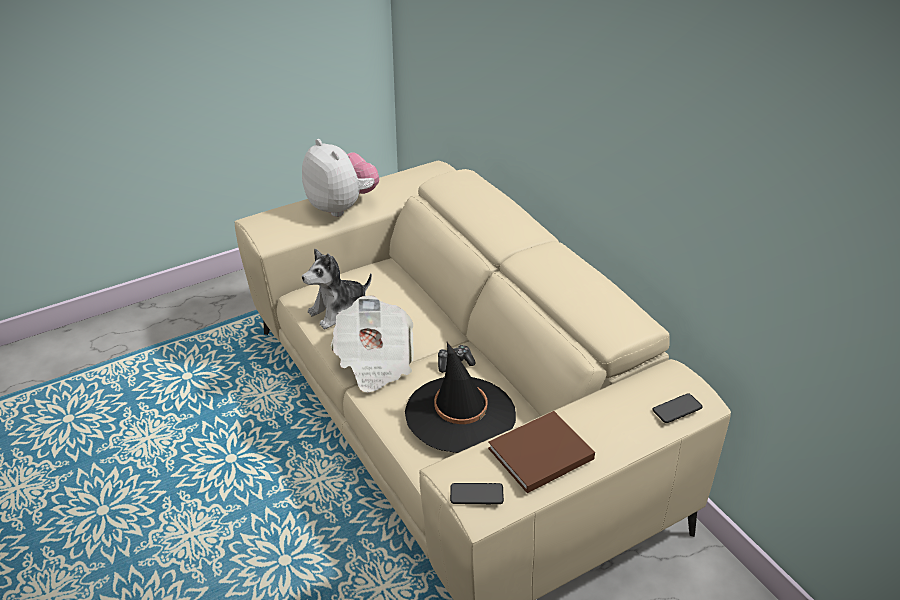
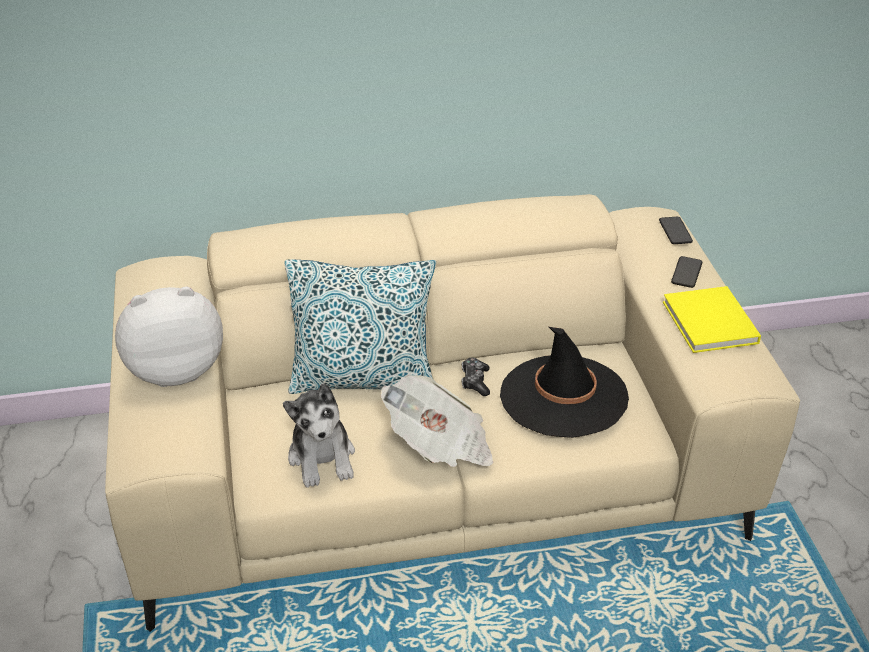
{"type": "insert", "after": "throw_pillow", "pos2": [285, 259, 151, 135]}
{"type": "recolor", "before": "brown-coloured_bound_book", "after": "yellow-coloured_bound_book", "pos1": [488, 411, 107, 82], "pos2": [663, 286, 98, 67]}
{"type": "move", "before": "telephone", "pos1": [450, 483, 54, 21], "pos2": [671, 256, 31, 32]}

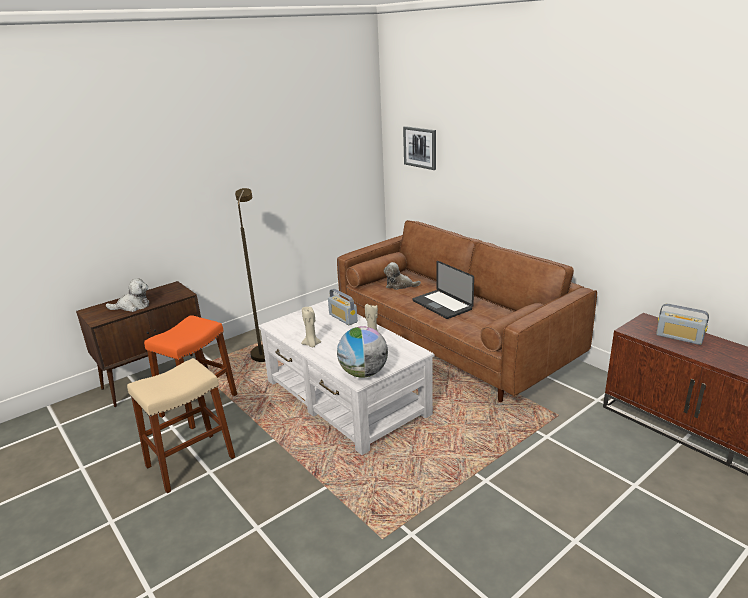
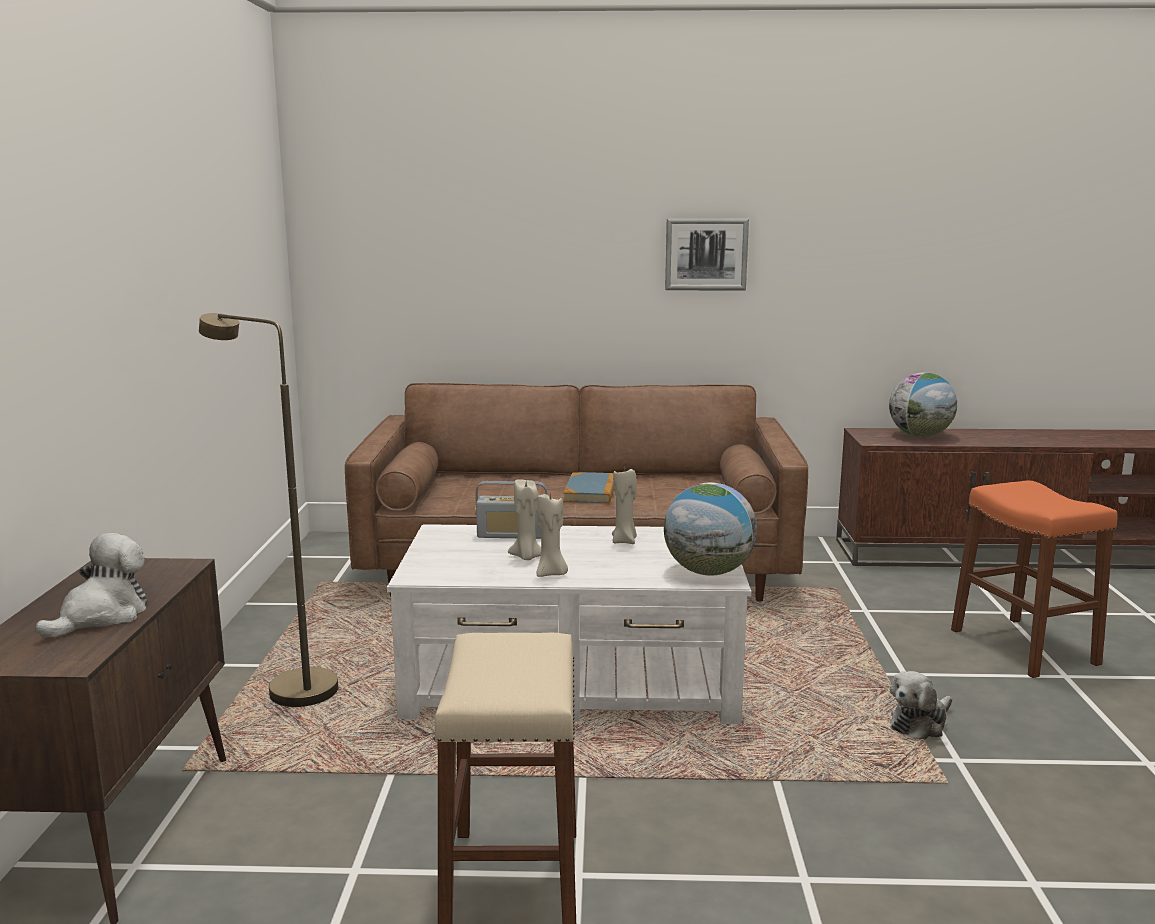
{"type": "insert", "after": "beige-coloured_wax_light", "pos2": [508, 479, 33, 81]}
{"type": "replace", "before": "portable_computer", "after": "bound_book", "pos1": [412, 261, 62, 58], "pos2": [563, 472, 51, 32]}
{"type": "move", "before": "wall_art", "pos1": [403, 126, 33, 44], "pos2": [665, 219, 84, 71]}
{"type": "replace", "before": "radio_set", "after": "world_globe", "pos1": [656, 304, 53, 41], "pos2": [889, 372, 68, 65]}
{"type": "move", "before": "cuddly_toy", "pos1": [384, 262, 37, 28], "pos2": [890, 671, 62, 69]}
{"type": "move", "before": "orange_stool", "pos1": [144, 315, 93, 114], "pos2": [951, 481, 167, 197]}

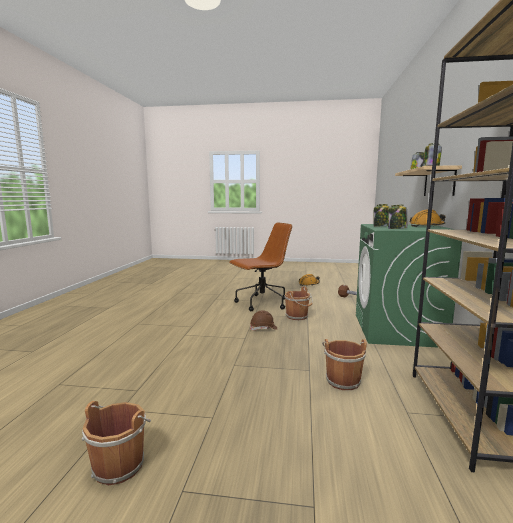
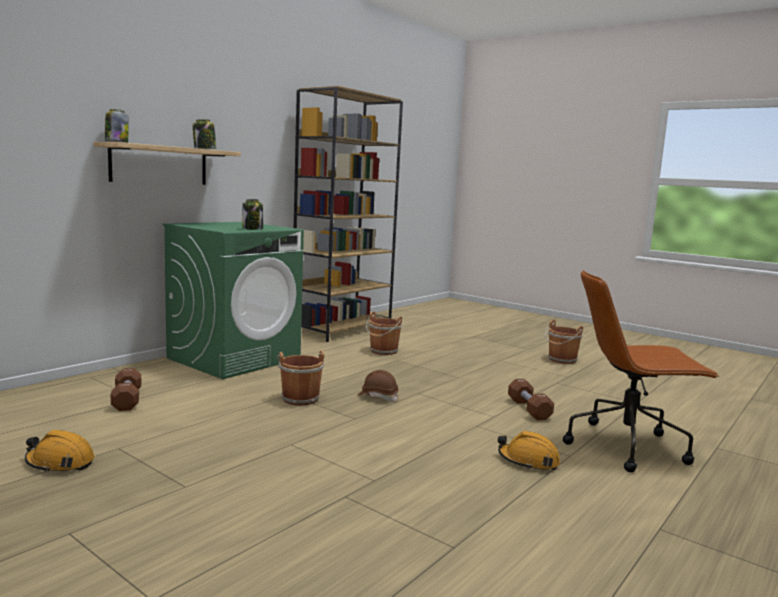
{"type": "move", "before": "orange_work_helmet", "pos1": [410, 210, 36, 17], "pos2": [498, 431, 62, 39]}
{"type": "insert", "after": "brown-coloured_dumbbell", "pos2": [508, 379, 46, 41]}
{"type": "move", "before": "brown-coloured_office_chair", "pos1": [229, 223, 63, 88], "pos2": [563, 270, 157, 202]}
{"type": "delete", "before": "storage_jar", "pos1": [388, 205, 19, 24]}

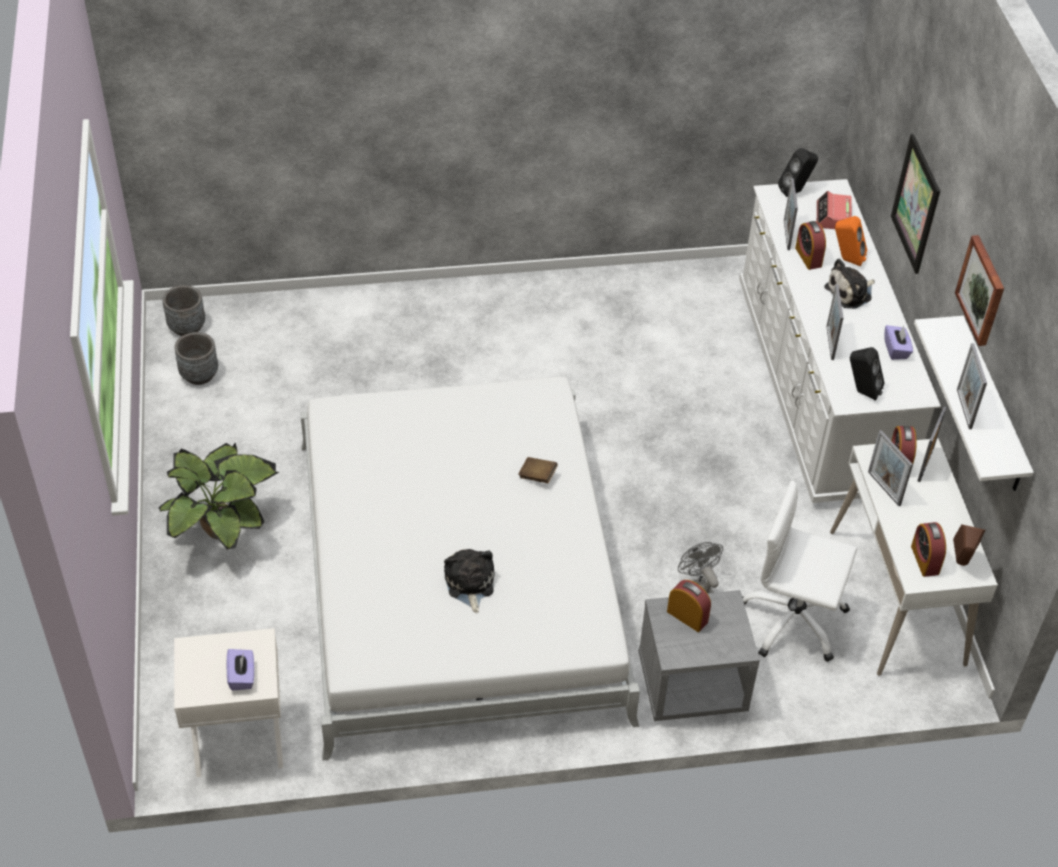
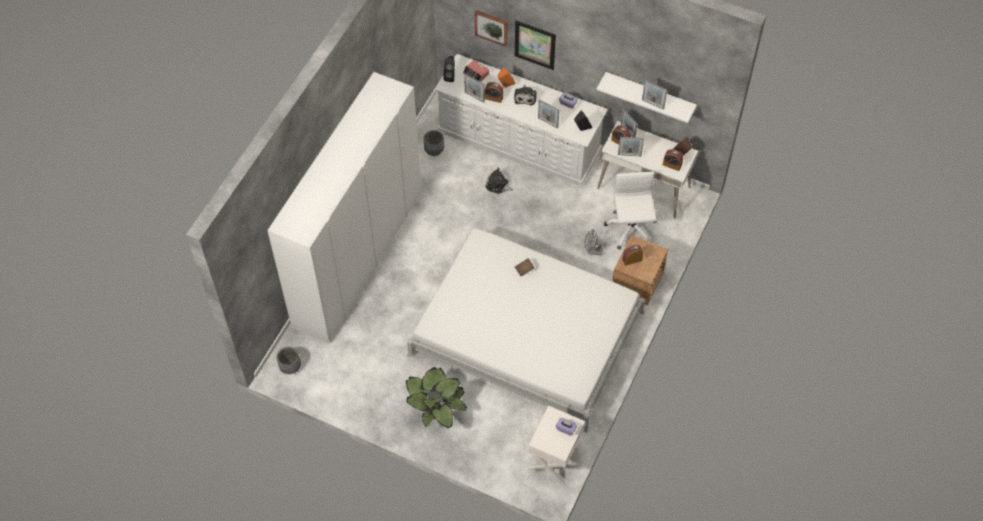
{"type": "insert", "after": "white-coloured_clothes_cupboard", "pos2": [267, 72, 155, 271]}
{"type": "move", "before": "gray_flower_pot", "pos1": [174, 332, 44, 53], "pos2": [424, 130, 20, 26]}
{"type": "move", "before": "wall_art", "pos1": [955, 235, 49, 111], "pos2": [475, 10, 33, 37]}
{"type": "move", "before": "cuddly_toy", "pos1": [444, 549, 50, 64], "pos2": [485, 167, 28, 27]}
{"type": "rotate", "before": "white-coloured_office_chair", "pos1": [742, 481, 115, 181], "pos2": [604, 171, 52, 79], "turn": 120}
{"type": "recolor", "before": "gray_nightstand", "after": "brown-coloured_nightstand", "pos1": [639, 590, 121, 131], "pos2": [612, 235, 56, 70]}

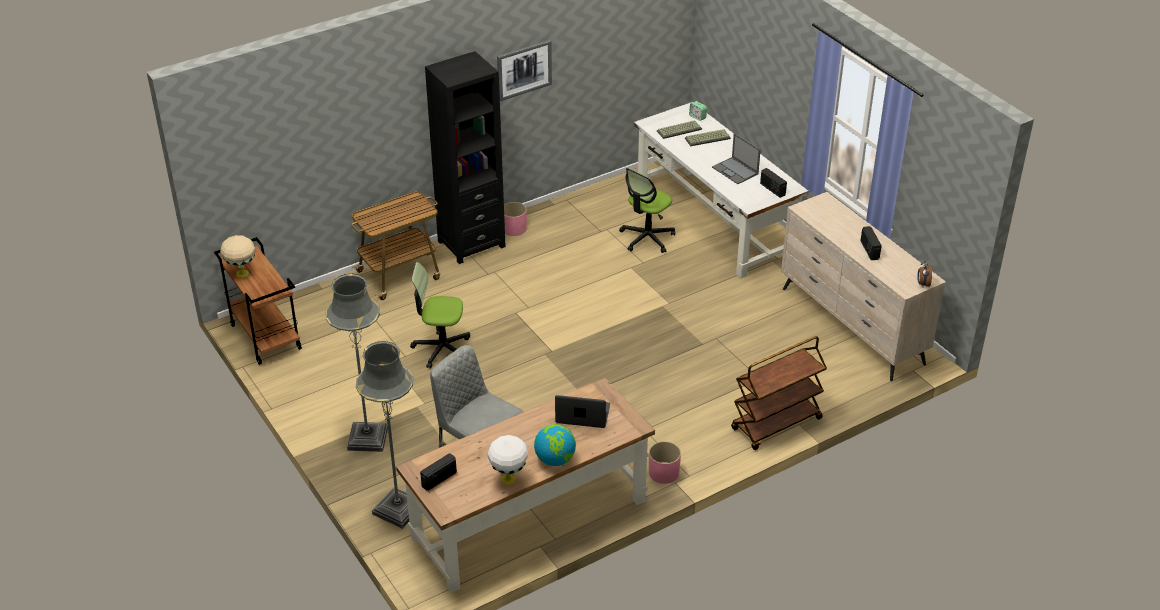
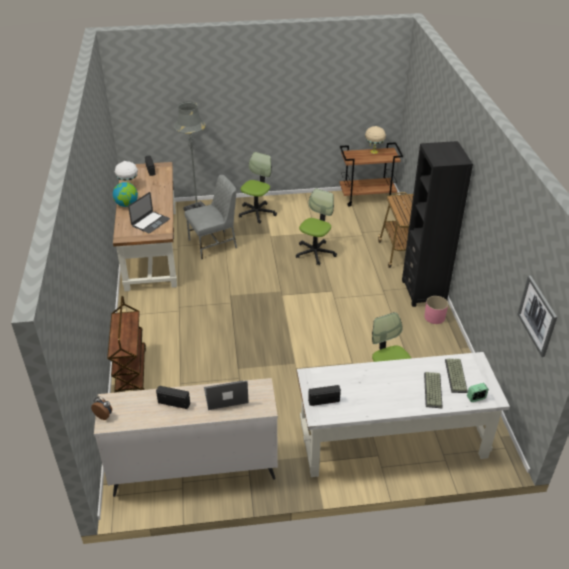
{"type": "move", "before": "portable_computer", "pos1": [712, 133, 49, 51], "pos2": [204, 381, 45, 29]}
{"type": "replace", "before": "gray_floor_lamp", "after": "office_chair", "pos1": [326, 274, 62, 178], "pos2": [239, 152, 38, 71]}
{"type": "move", "before": "wall_art", "pos1": [497, 40, 55, 61], "pos2": [517, 275, 40, 82]}
{"type": "delete", "before": "pink-coloured_flower_pot", "pos1": [649, 441, 32, 43]}

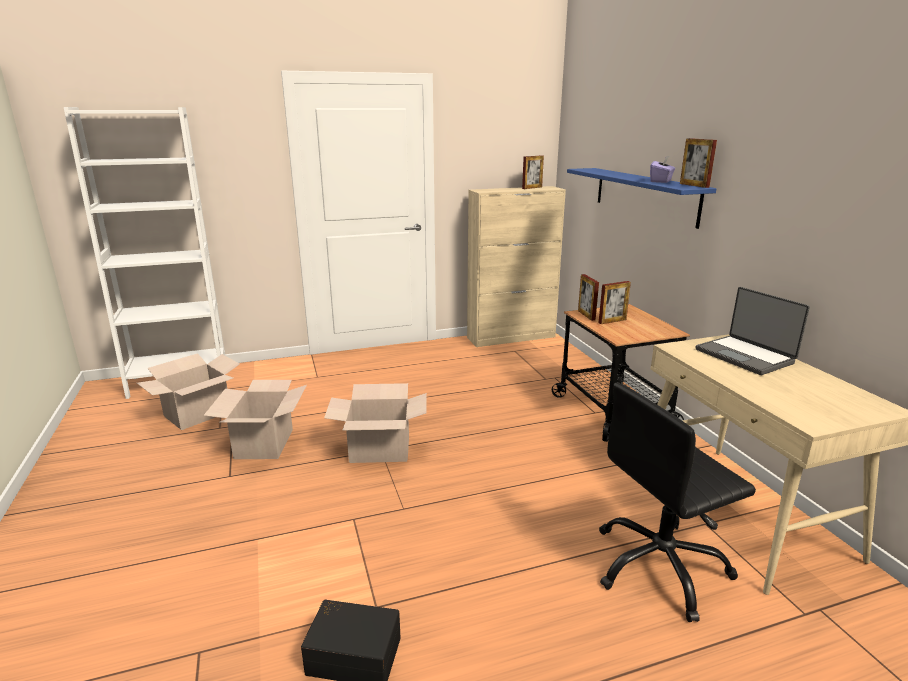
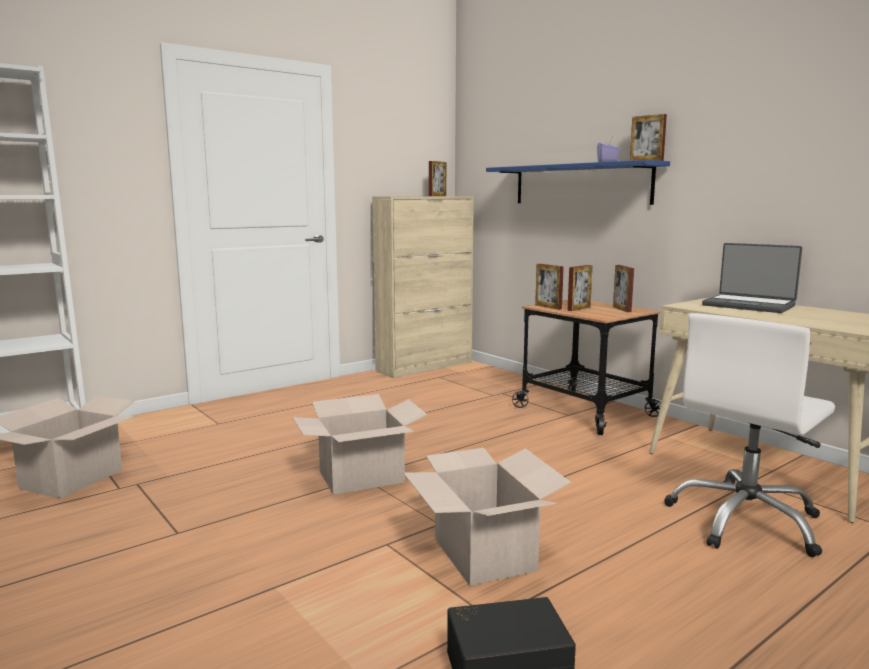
{"type": "move", "before": "cardboard_box", "pos1": [204, 380, 103, 79], "pos2": [403, 448, 168, 138]}
{"type": "insert", "after": "standing_frame", "pos2": [613, 265, 21, 47]}
{"type": "recolor", "before": "black-coloured_office_chair", "after": "white-coloured_office_chair", "pos1": [599, 383, 157, 239], "pos2": [664, 313, 171, 244]}

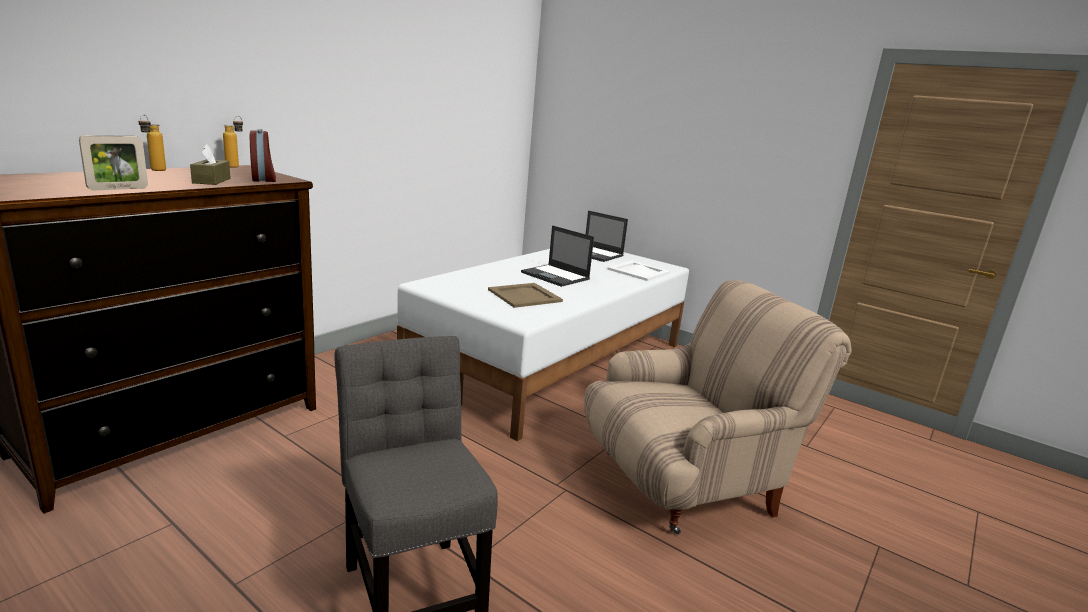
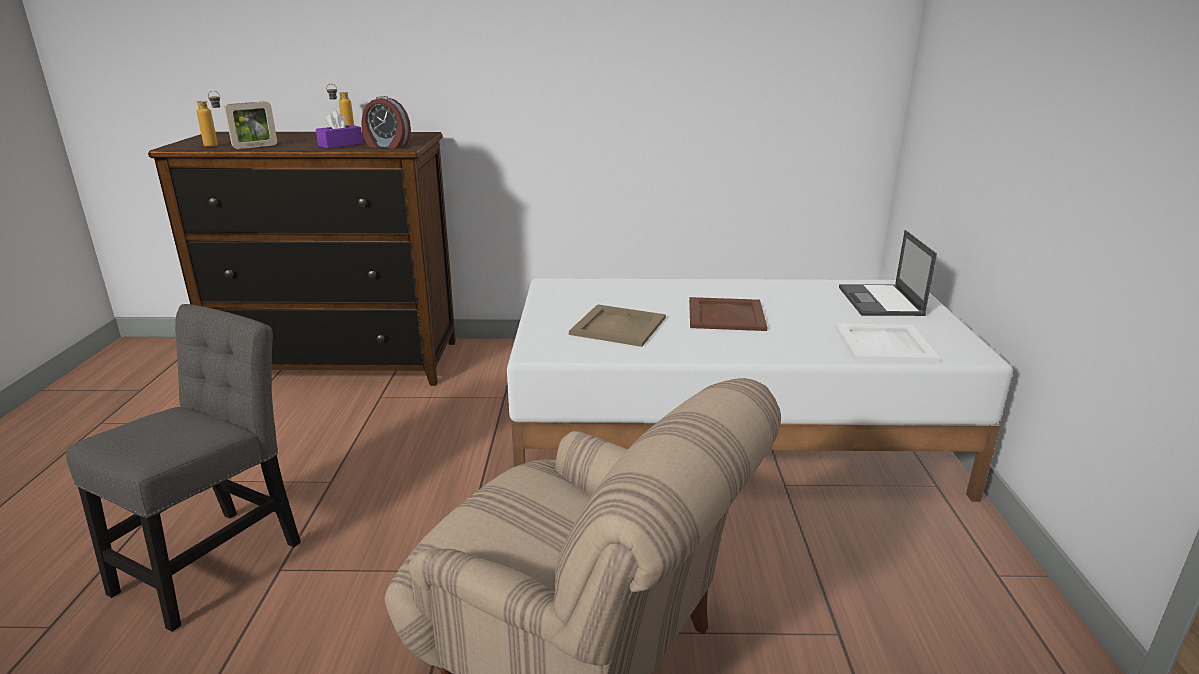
{"type": "move", "before": "bottle", "pos1": [223, 116, 20, 52], "pos2": [196, 91, 25, 56]}
{"type": "rotate", "before": "standing_frame", "pos1": [79, 135, 69, 56], "pos2": [224, 101, 53, 48], "turn": -45}
{"type": "recolor", "before": "brown-coloured_box_of_tissues", "after": "purple-coloured_box_of_tissues", "pos1": [190, 144, 41, 41], "pos2": [316, 111, 47, 37]}
{"type": "rotate", "before": "bedside_clock", "pos1": [250, 129, 26, 53], "pos2": [361, 96, 50, 52], "turn": 75}
{"type": "replace", "before": "portable_computer", "after": "brown-coloured_tray", "pos1": [521, 225, 73, 62], "pos2": [689, 297, 78, 34]}

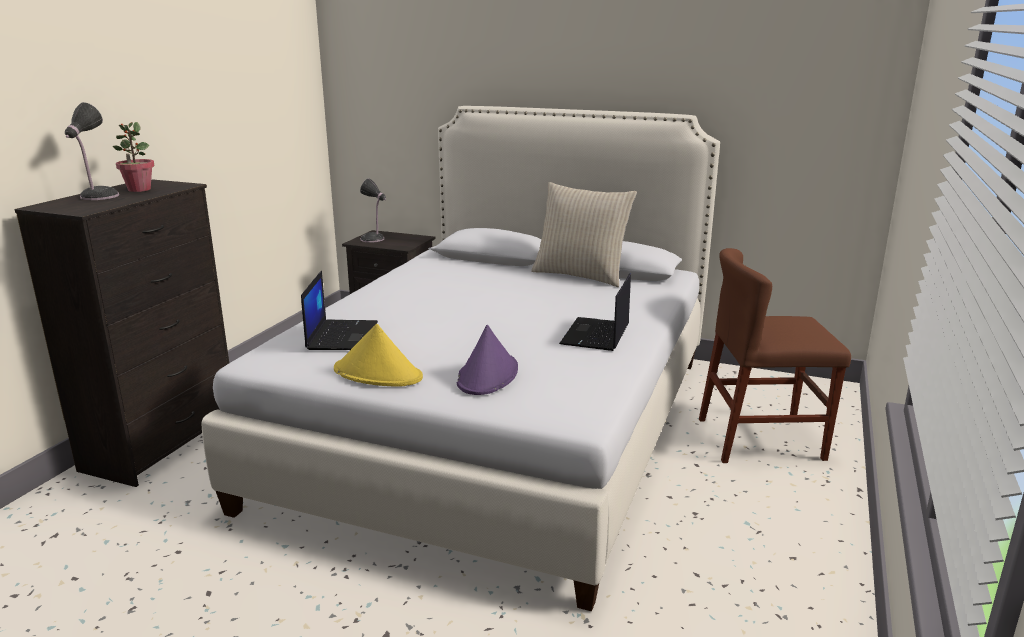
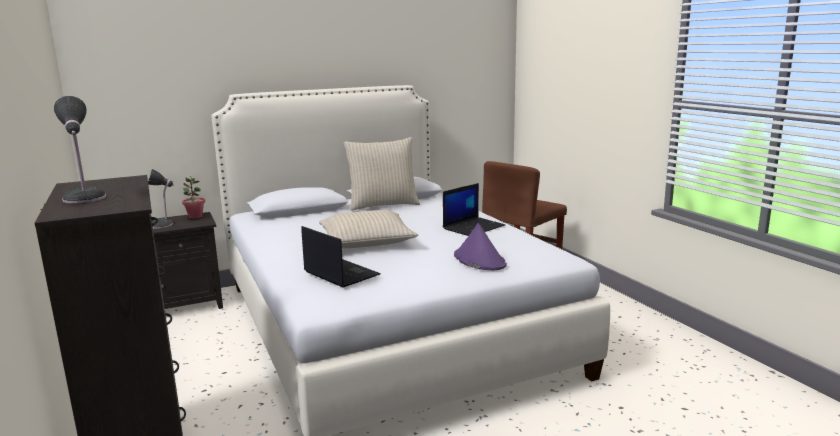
{"type": "move", "before": "plant_in_a_pot", "pos1": [113, 122, 42, 70], "pos2": [182, 176, 23, 43]}
{"type": "insert", "after": "beige-coloured_throw_pillow", "pos2": [319, 210, 99, 38]}
{"type": "rotate", "before": "portable_computer", "pos1": [559, 273, 72, 78], "pos2": [443, 183, 62, 53], "turn": -105}
{"type": "delete", "before": "yellow-coloured_hat", "pos1": [334, 324, 89, 63]}

